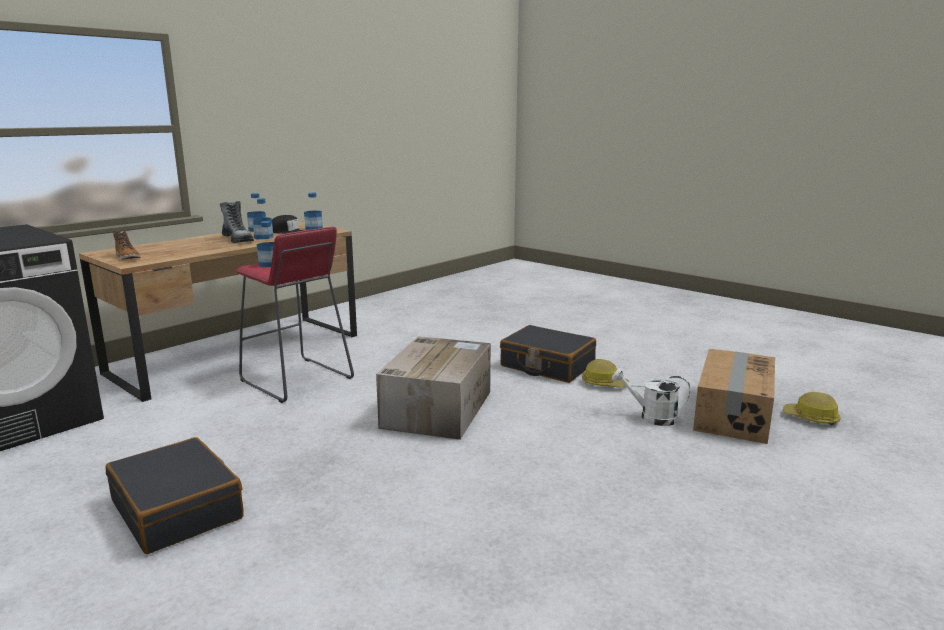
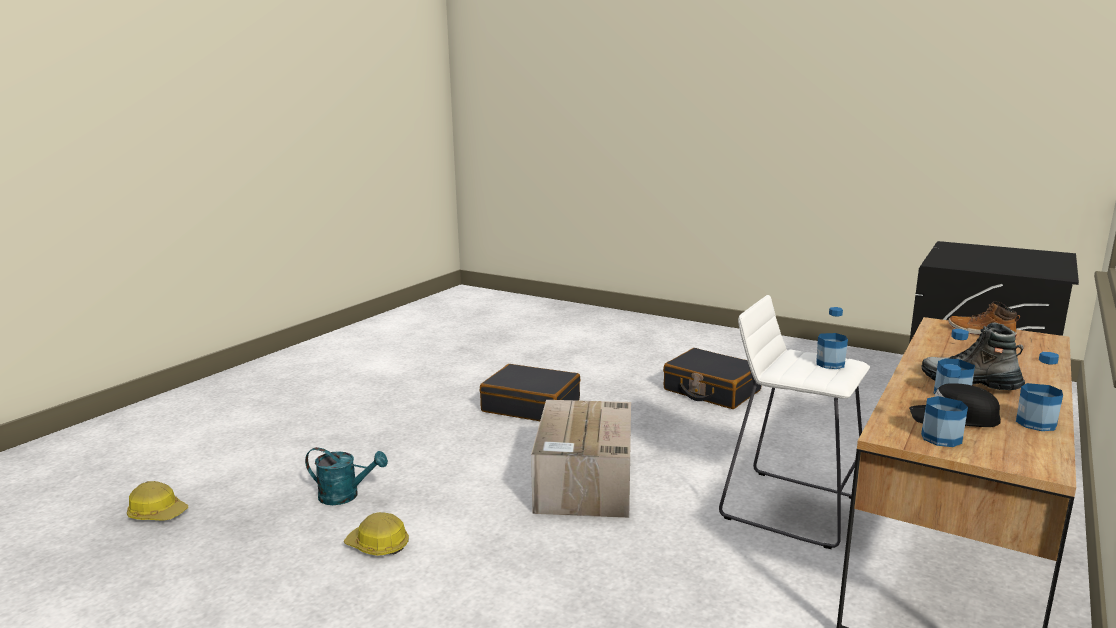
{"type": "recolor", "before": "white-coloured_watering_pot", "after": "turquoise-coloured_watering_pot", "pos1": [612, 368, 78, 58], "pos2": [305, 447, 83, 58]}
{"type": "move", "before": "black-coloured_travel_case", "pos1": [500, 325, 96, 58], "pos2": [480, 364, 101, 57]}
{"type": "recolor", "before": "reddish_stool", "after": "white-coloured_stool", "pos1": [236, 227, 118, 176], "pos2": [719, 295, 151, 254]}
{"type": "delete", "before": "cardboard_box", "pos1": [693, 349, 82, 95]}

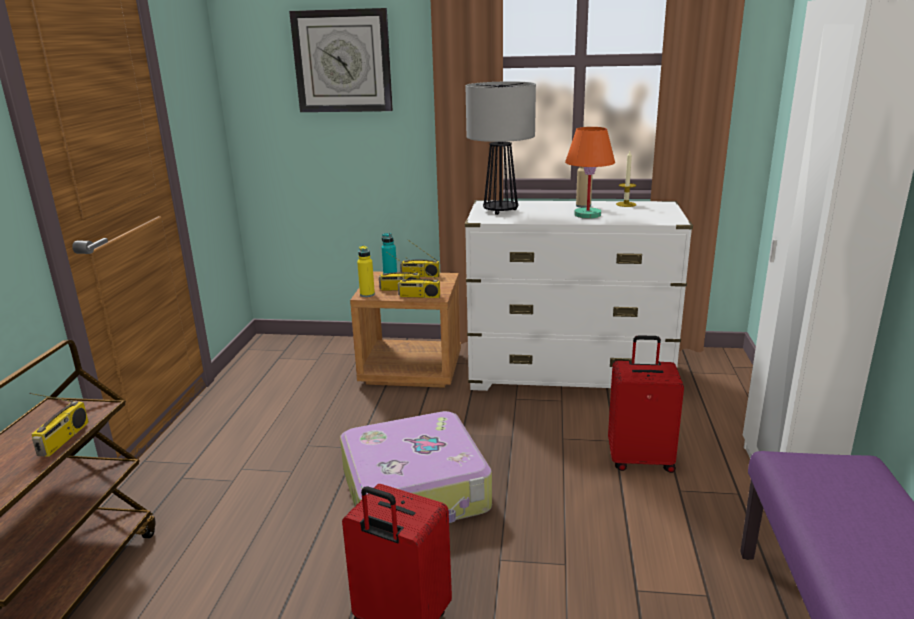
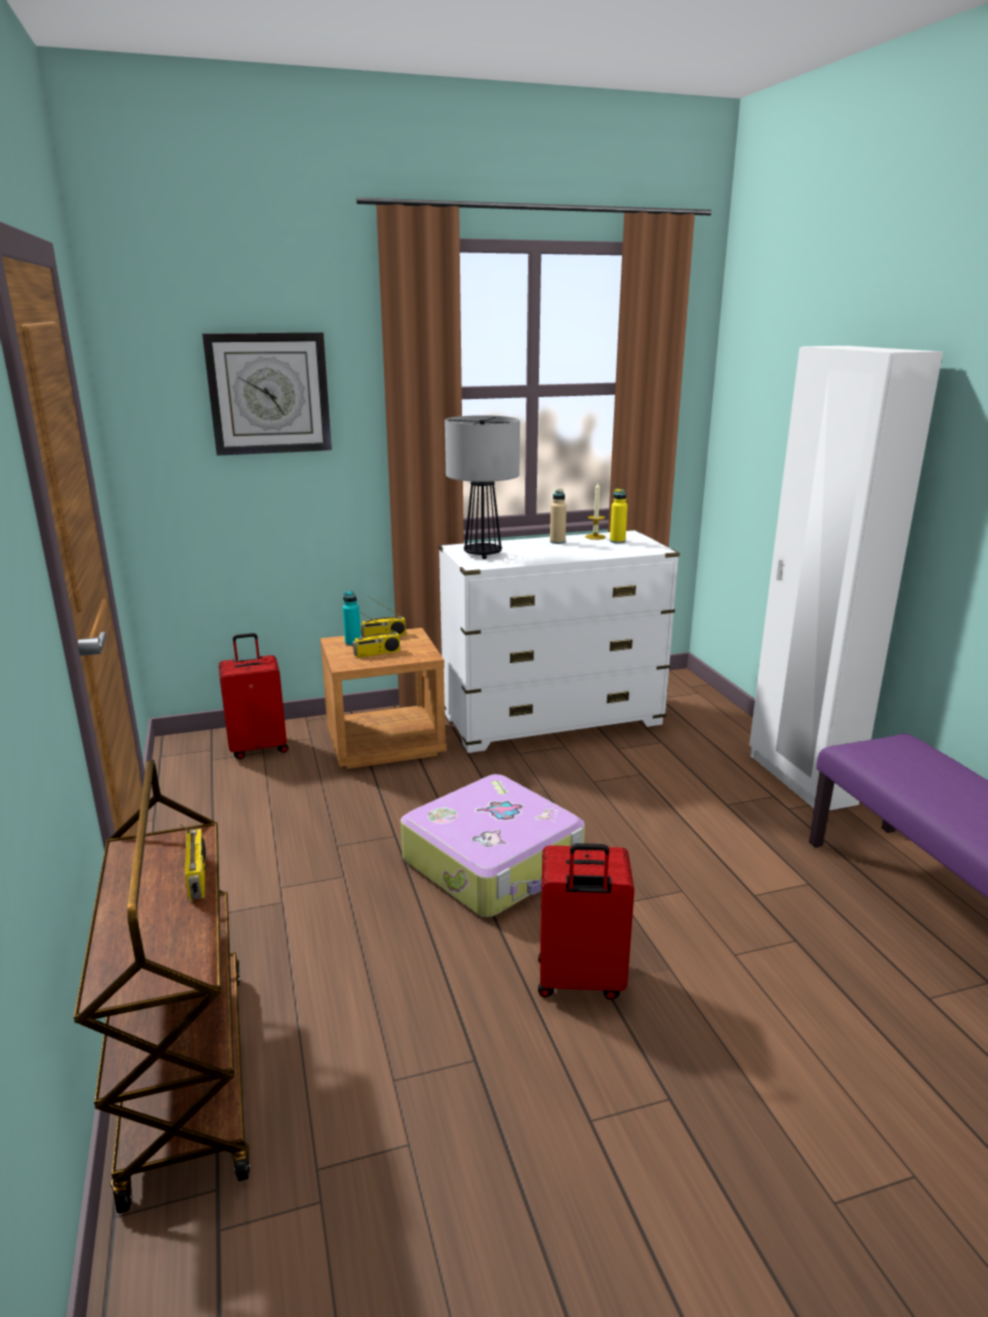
{"type": "move", "before": "reddish_travel_case", "pos1": [608, 335, 76, 138], "pos2": [219, 633, 70, 126]}
{"type": "move", "before": "yellow-coloured_bottle", "pos1": [357, 246, 18, 51], "pos2": [610, 488, 18, 55]}
{"type": "delete", "before": "radio_set", "pos1": [398, 257, 42, 41]}
{"type": "delete", "before": "orange_tabletop_lamp", "pos1": [565, 127, 50, 92]}

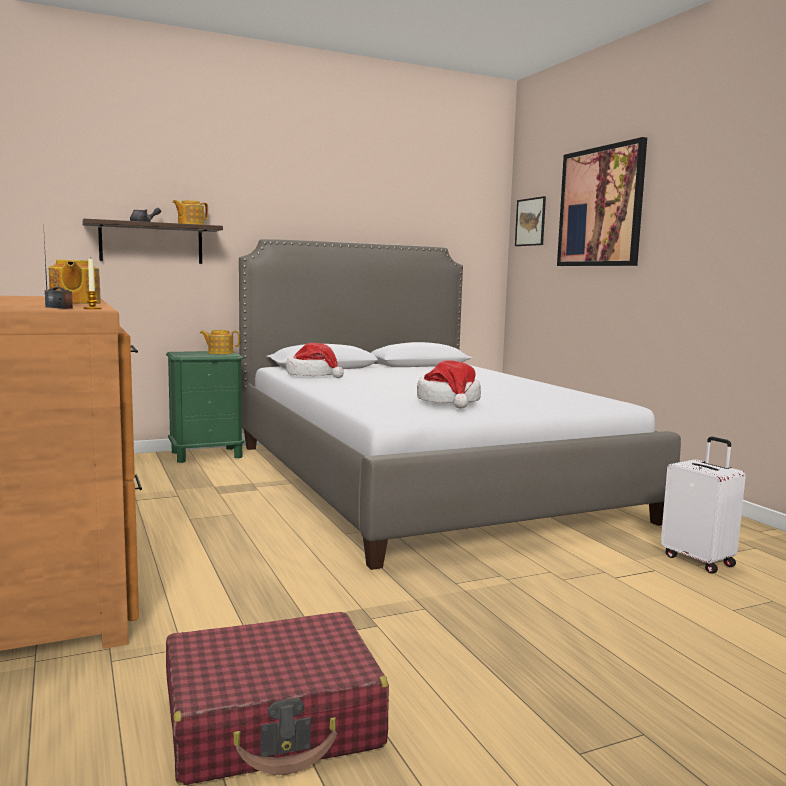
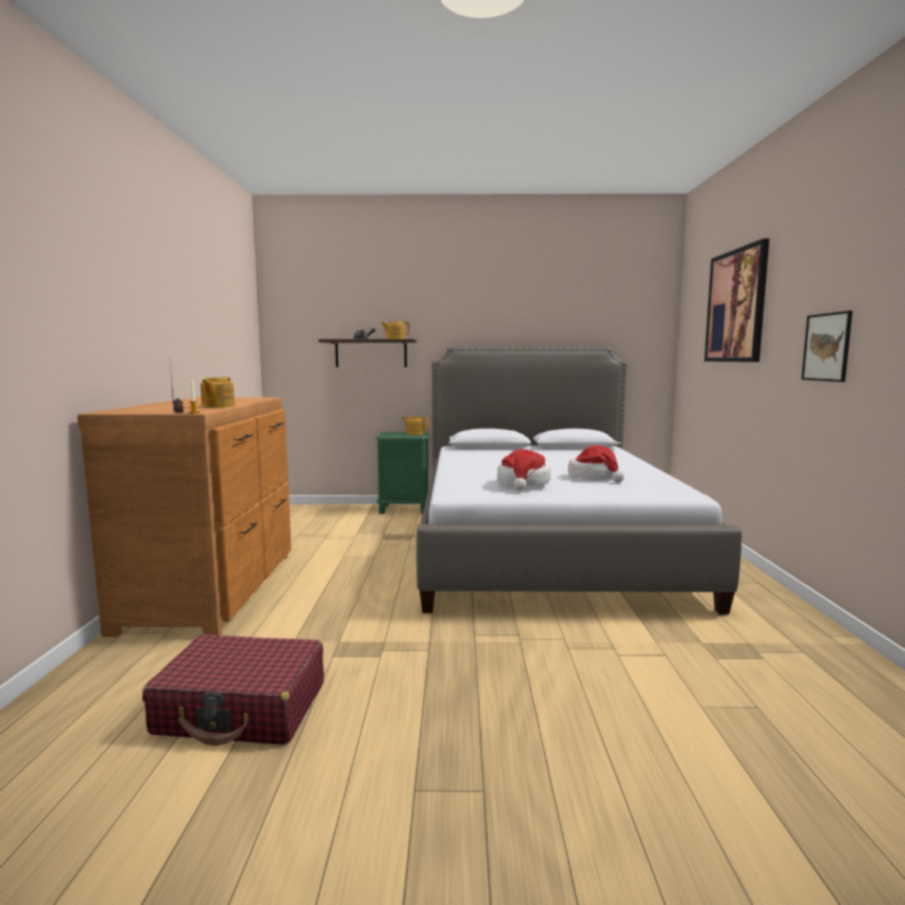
{"type": "move", "before": "hat", "pos1": [286, 343, 58, 35], "pos2": [568, 445, 56, 37]}
{"type": "move", "before": "wall_art", "pos1": [515, 196, 31, 50], "pos2": [801, 311, 52, 71]}
{"type": "delete", "before": "white-coloured_travel_case", "pos1": [661, 437, 85, 136]}

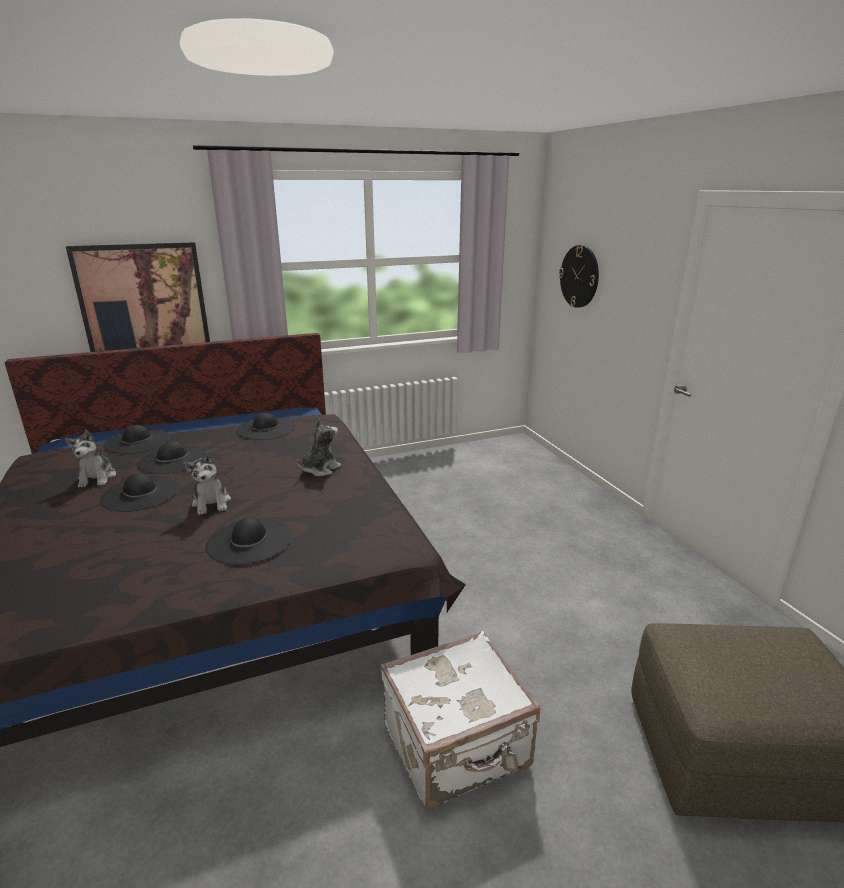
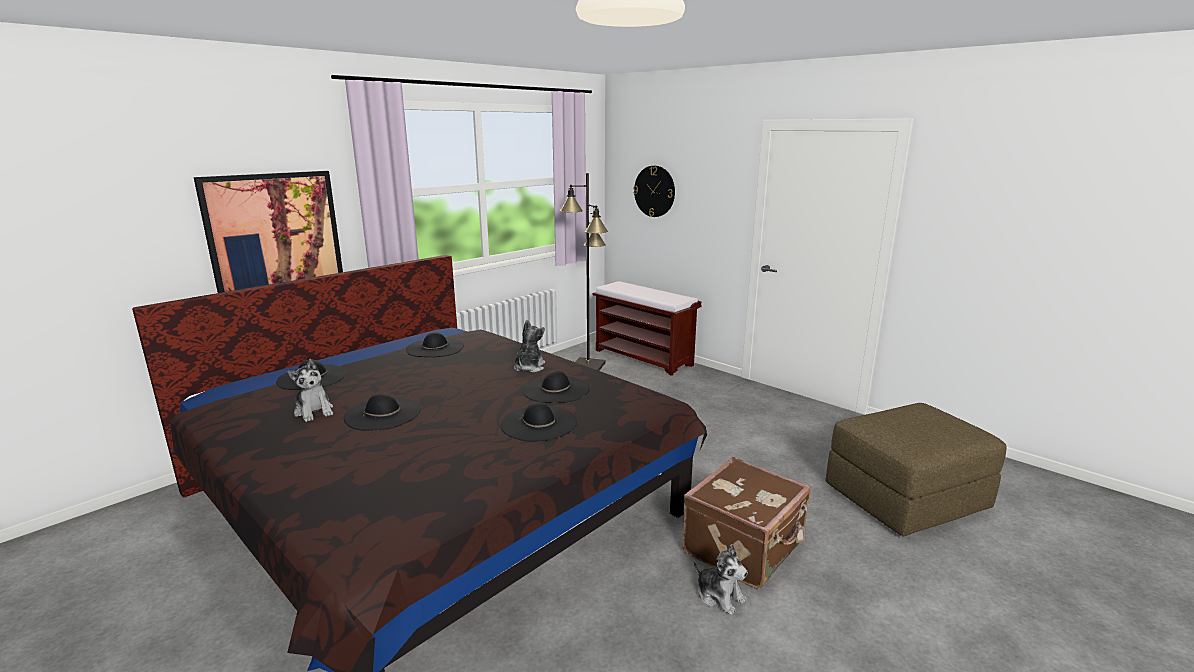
{"type": "move", "before": "black-coloured_hat", "pos1": [137, 441, 69, 33], "pos2": [523, 370, 67, 33]}
{"type": "insert", "after": "black-coloured_floor_lamp", "pos2": [560, 173, 48, 198]}
{"type": "insert", "after": "brown-coloured_bench", "pos2": [593, 281, 109, 95]}
{"type": "recolor", "before": "white-coloured_travel_case", "after": "brown-coloured_travel_case", "pos1": [381, 631, 159, 180], "pos2": [682, 457, 129, 131]}
{"type": "move", "before": "cuddly_toy", "pos1": [183, 451, 48, 64], "pos2": [694, 544, 54, 71]}

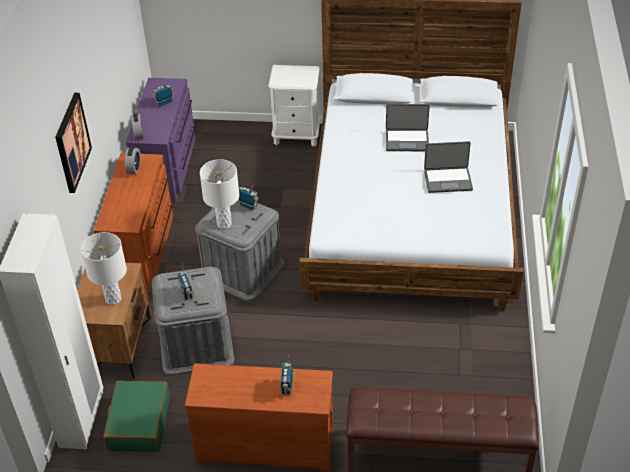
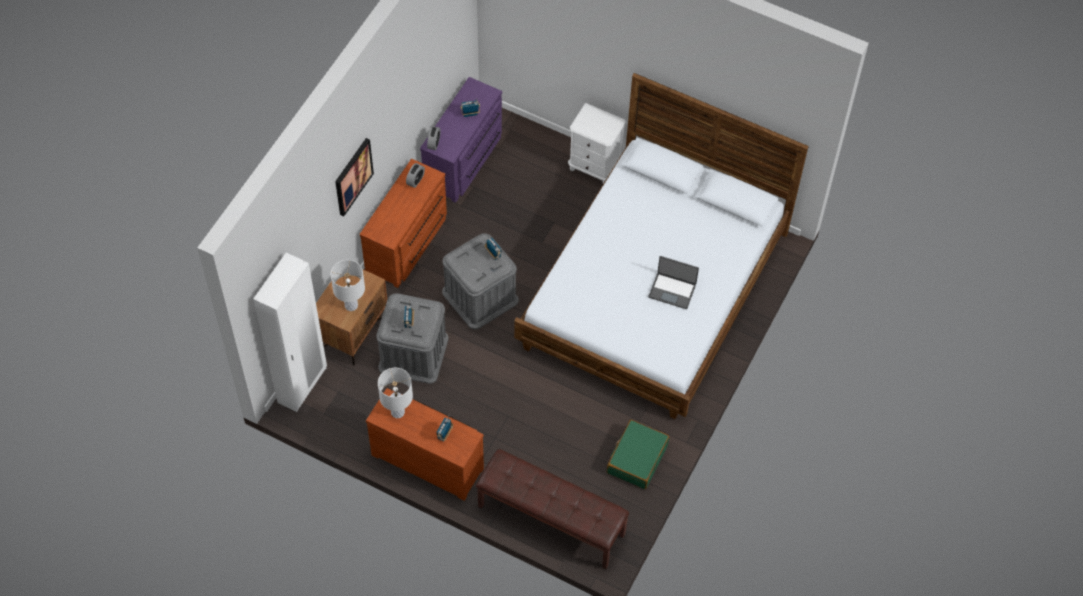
{"type": "move", "before": "white-coloured_tabletop_lamp", "pos1": [200, 159, 39, 70], "pos2": [378, 368, 35, 50]}
{"type": "move", "before": "green_travel_case", "pos1": [104, 381, 66, 71], "pos2": [607, 420, 62, 69]}
{"type": "delete", "before": "portable_computer", "pos1": [386, 104, 44, 47]}

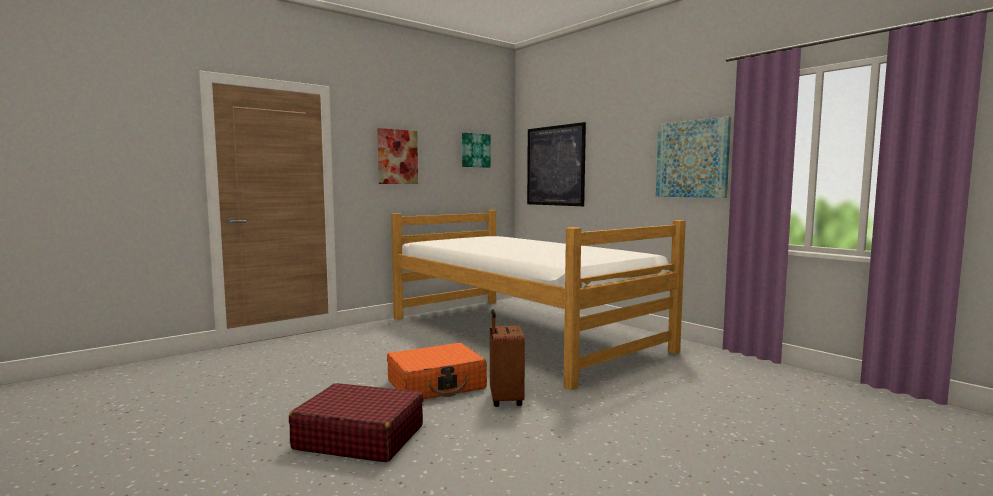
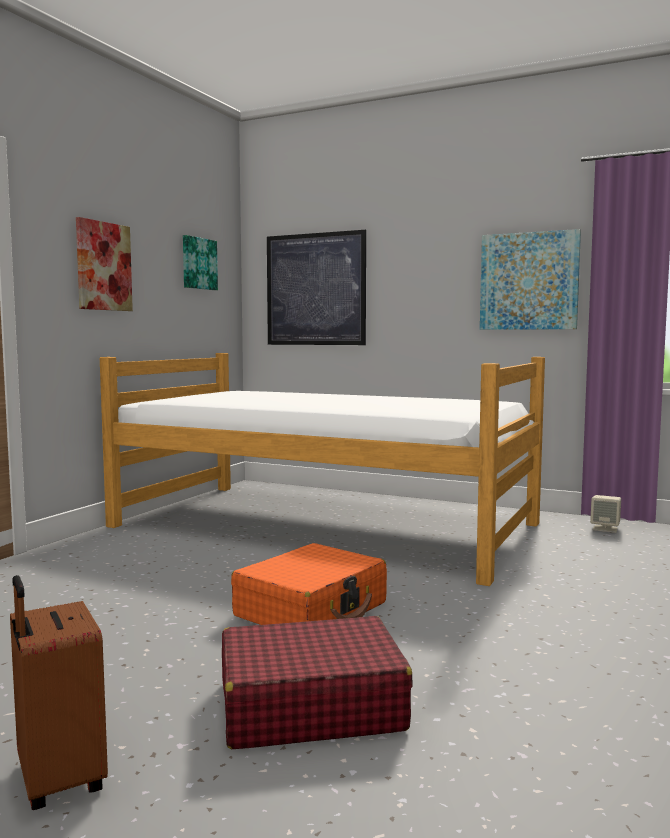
{"type": "move", "before": "brown-coloured_travel_case", "pos1": [490, 309, 35, 98], "pos2": [10, 575, 98, 235]}
{"type": "insert", "after": "beige-coloured_audio_speaker", "pos2": [590, 495, 31, 38]}

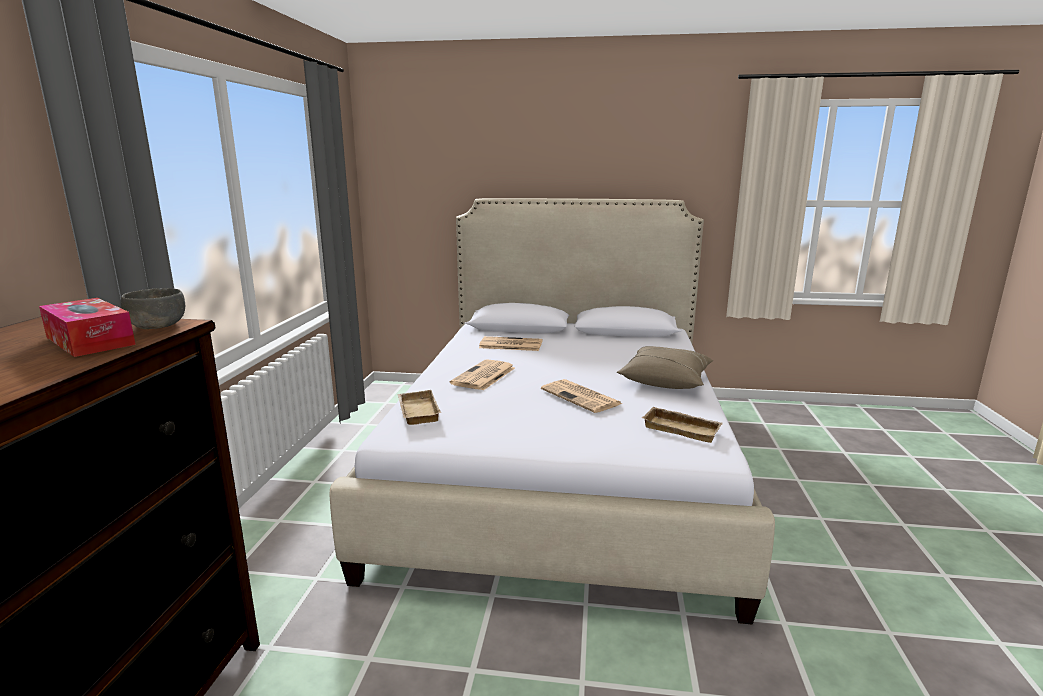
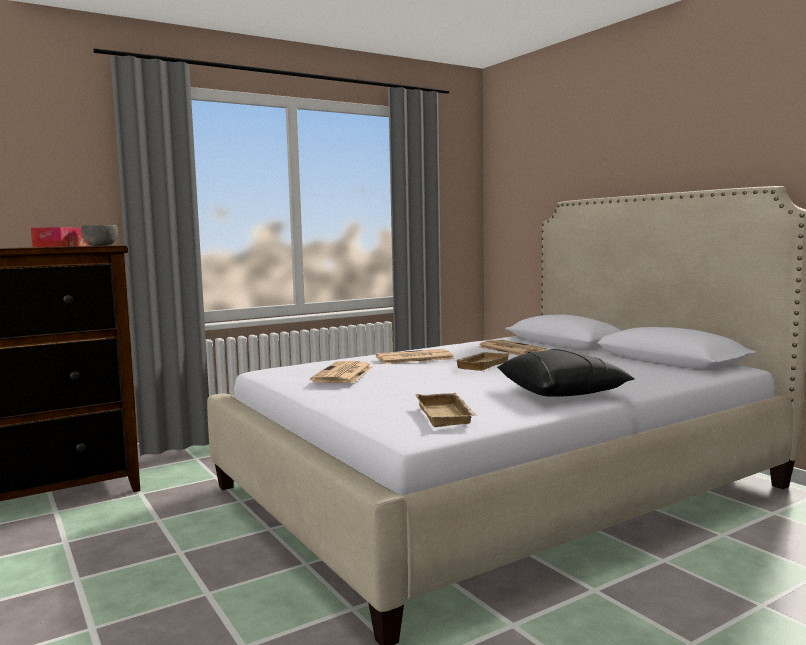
{"type": "move", "before": "newspaper", "pos1": [541, 379, 81, 34], "pos2": [310, 361, 63, 22]}
{"type": "move", "before": "beige-coloured_tray", "pos1": [397, 390, 44, 35], "pos2": [455, 352, 55, 19]}
{"type": "recolor", "before": "beige-coloured_throw_pillow", "after": "black-coloured_throw_pillow", "pos1": [617, 346, 96, 43], "pos2": [497, 349, 138, 48]}

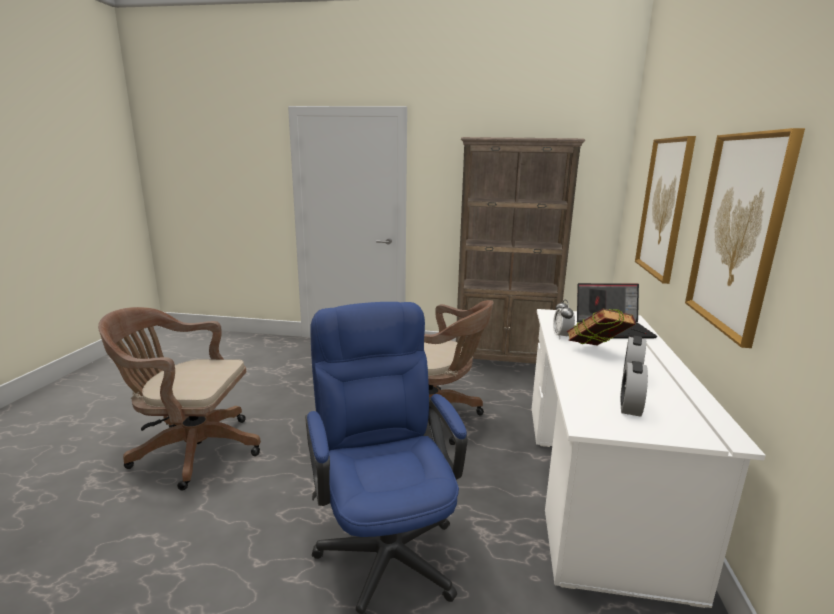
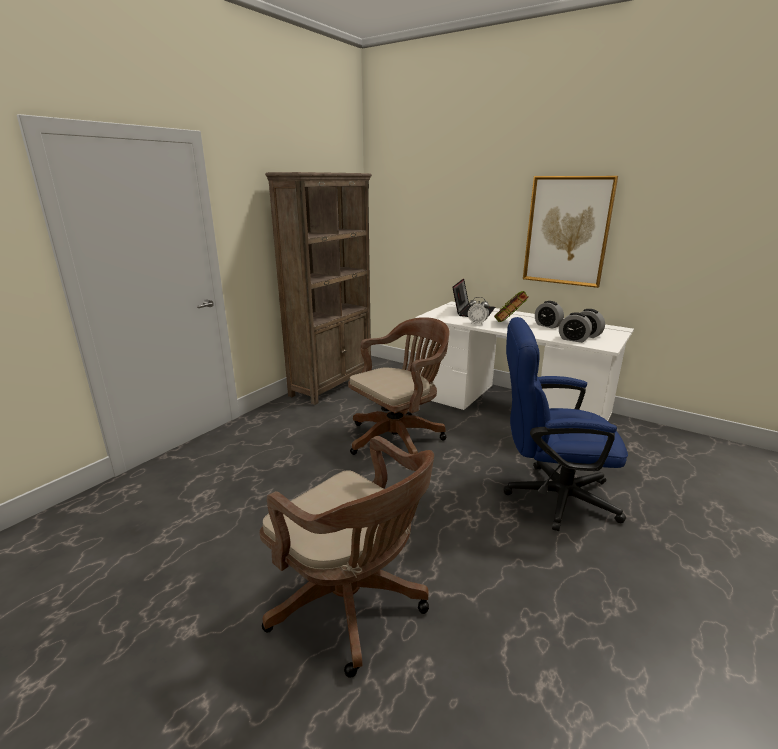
{"type": "rotate", "before": "brown-coloured_office_chair", "pos1": [98, 307, 163, 183], "pos2": [260, 436, 174, 242], "turn": -75}
{"type": "insert", "after": "bedside_clock", "pos2": [559, 312, 33, 31]}
{"type": "delete", "before": "wall_art", "pos1": [635, 136, 61, 148]}

